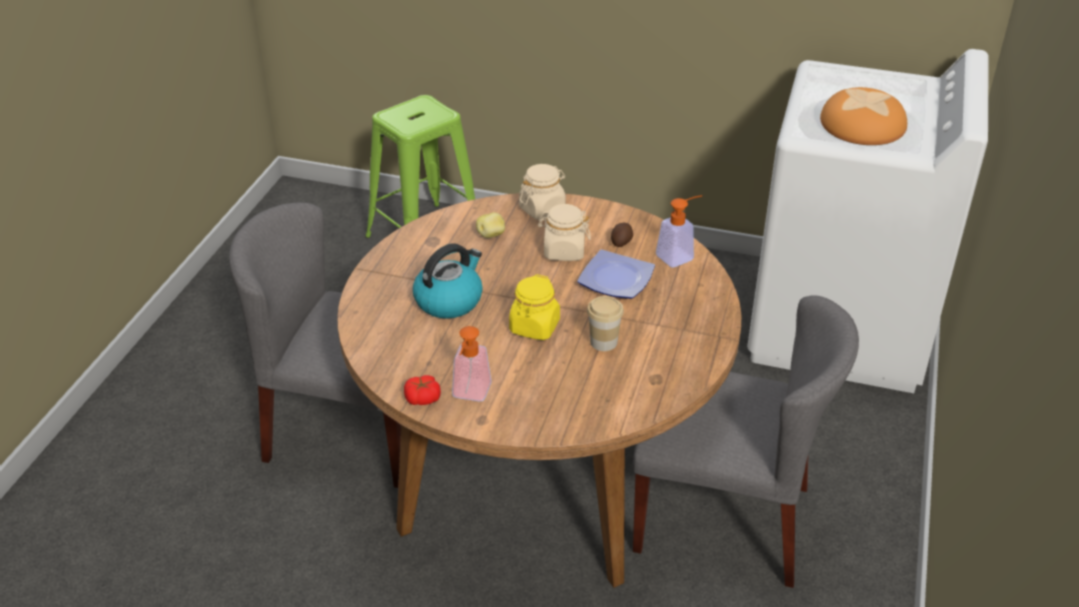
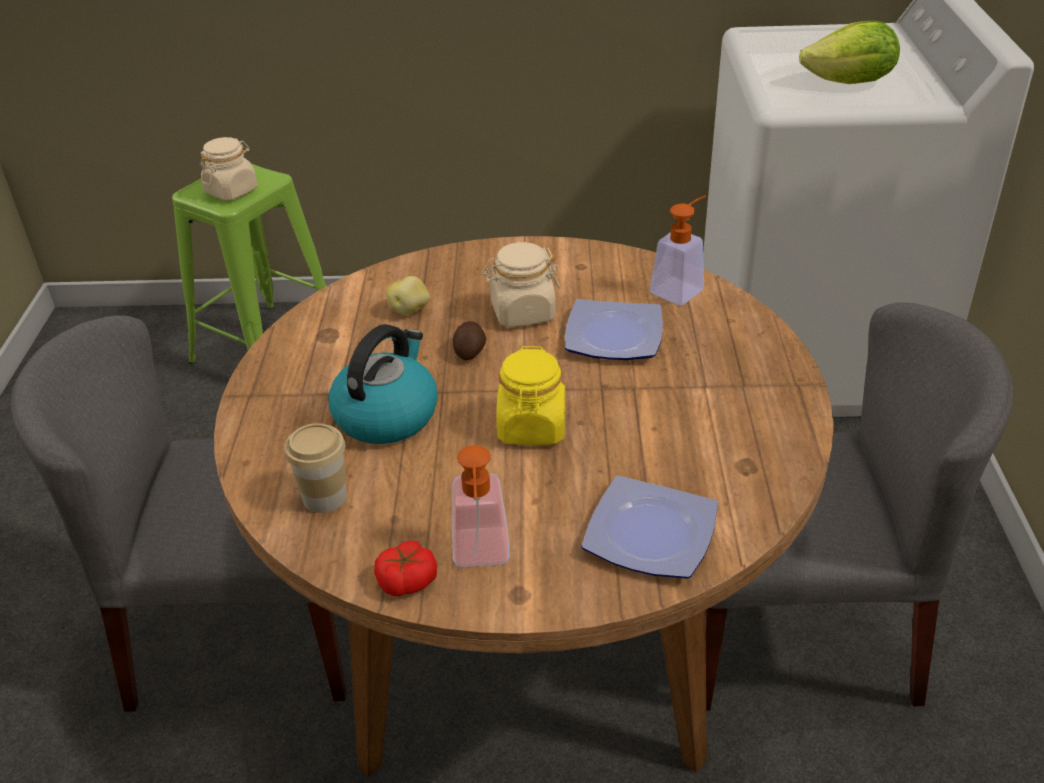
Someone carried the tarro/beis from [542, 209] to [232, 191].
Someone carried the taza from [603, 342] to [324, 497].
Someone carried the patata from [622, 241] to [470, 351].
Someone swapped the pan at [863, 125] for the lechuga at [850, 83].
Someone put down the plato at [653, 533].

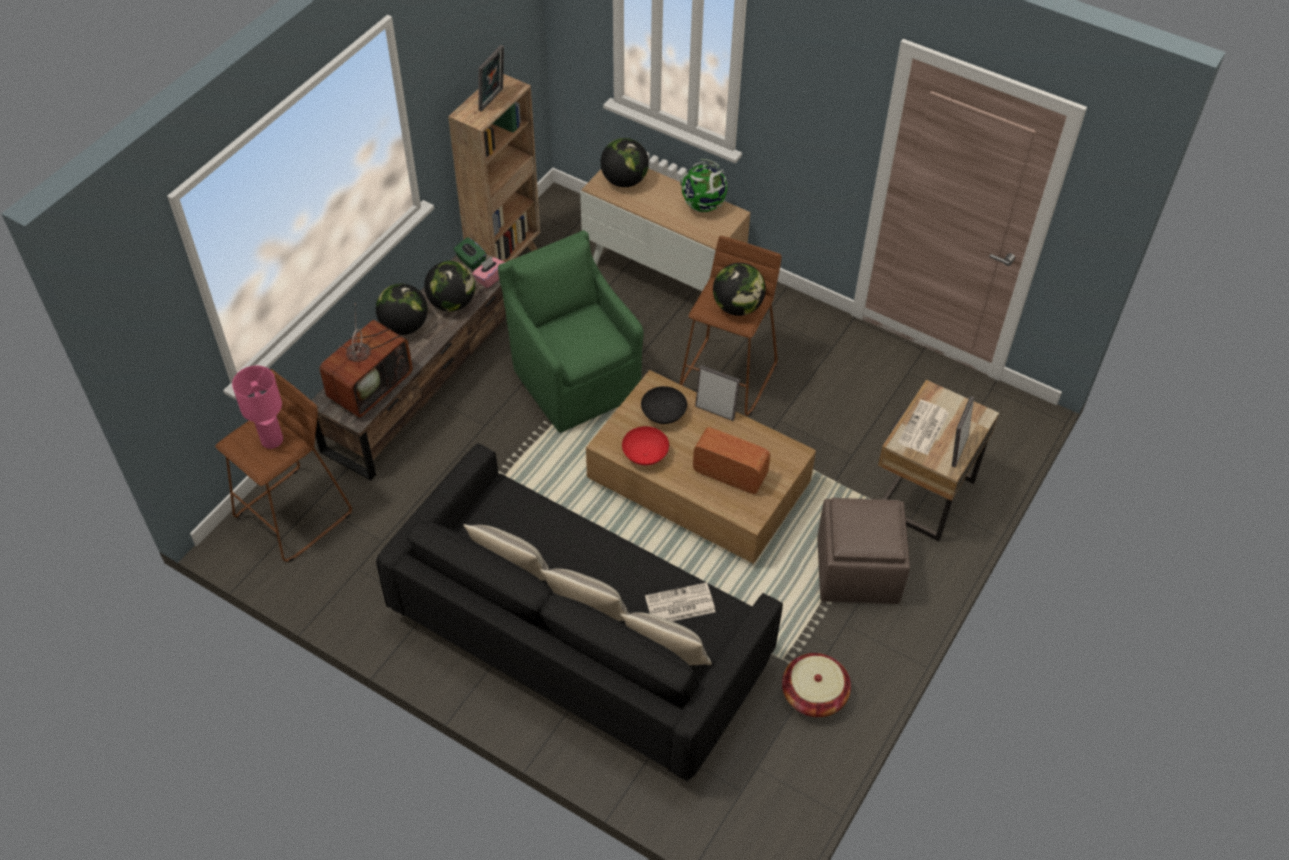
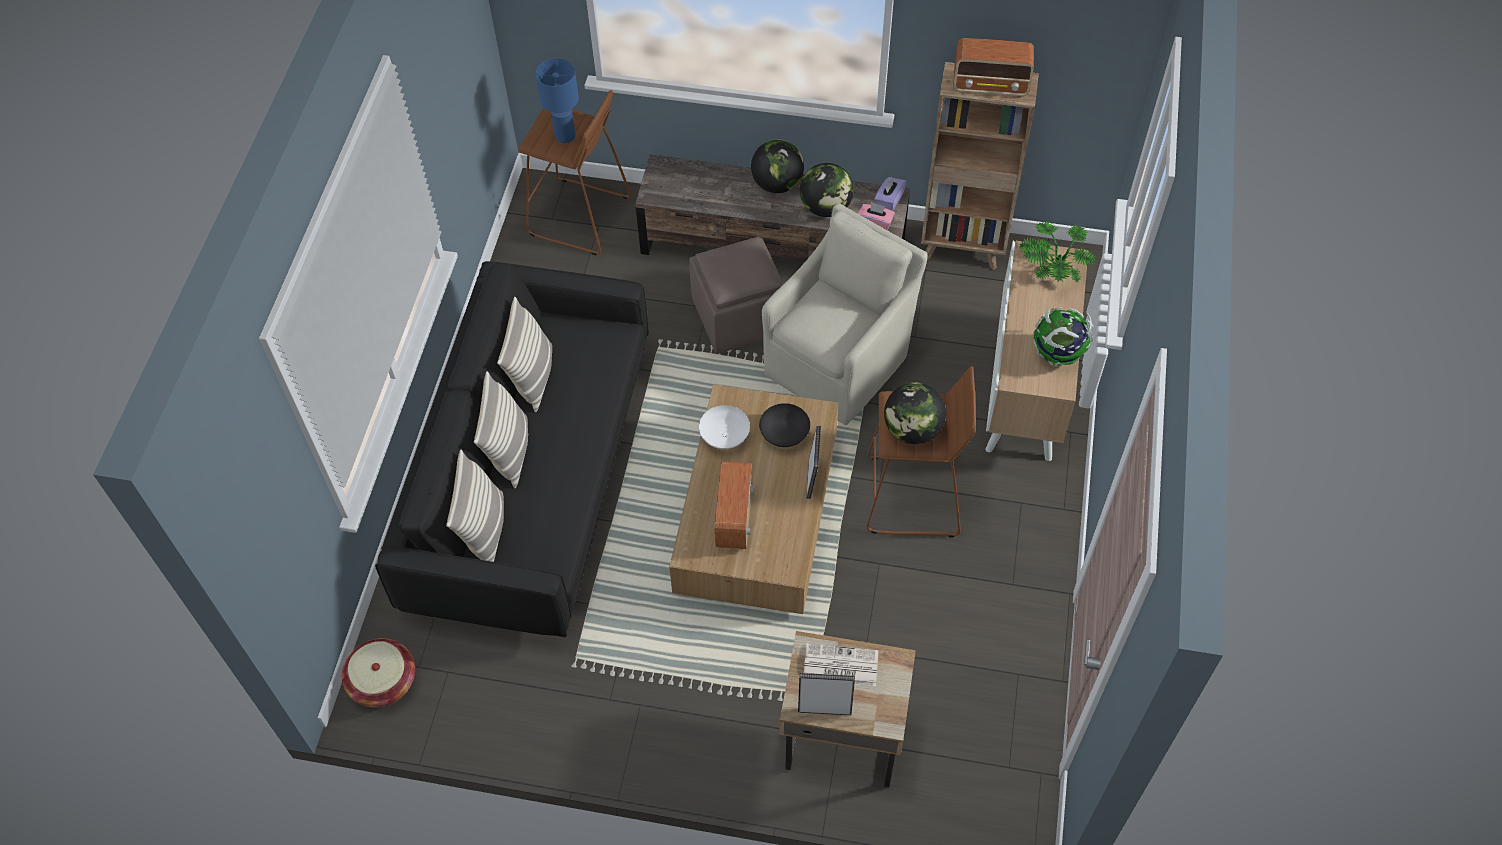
Someone repainted the lámpara de mesa/rosa at [272, 440], which became the lámpara de mesa/azul at [565, 135].
Someone took away the televisor at [370, 384].
Someone repainted the caja de pañuelos/verde at [470, 261], which became the caja de pañuelos/morado at [889, 200].
Someone swapped the portarretratos at [493, 100] for the radio at [991, 86].
Someone repainted the sillón/verde at [574, 379], which became the sillón/beis at [839, 363].
Someone swapped the globo terráqueo at [624, 180] for the planta en maceta at [1051, 272].
Someone repainted the cuenco/rojo at [645, 455], which became the cuenco/blanco at [724, 437].
Someone took away the periódico at [679, 605].
Someone carried the cesta from [814, 694] to [383, 681].
Someone carried the puf/marrón from [856, 570] to [740, 316].

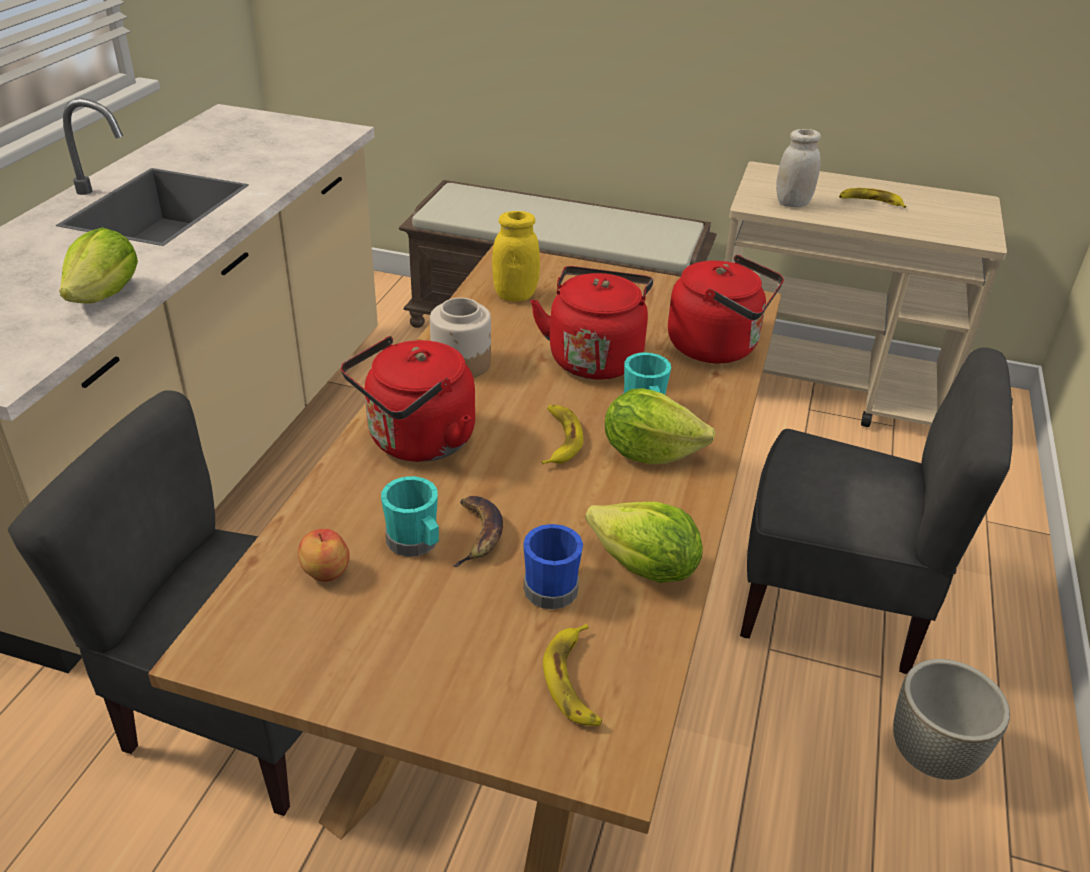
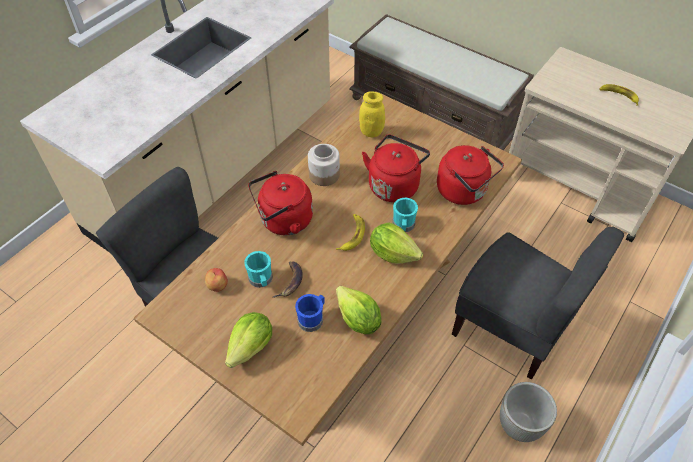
Someone carried the lechuga from [106, 295] to [251, 347].
Someone took away the plátano at [575, 681].
Someone took away the tarro/blanco at [792, 203].

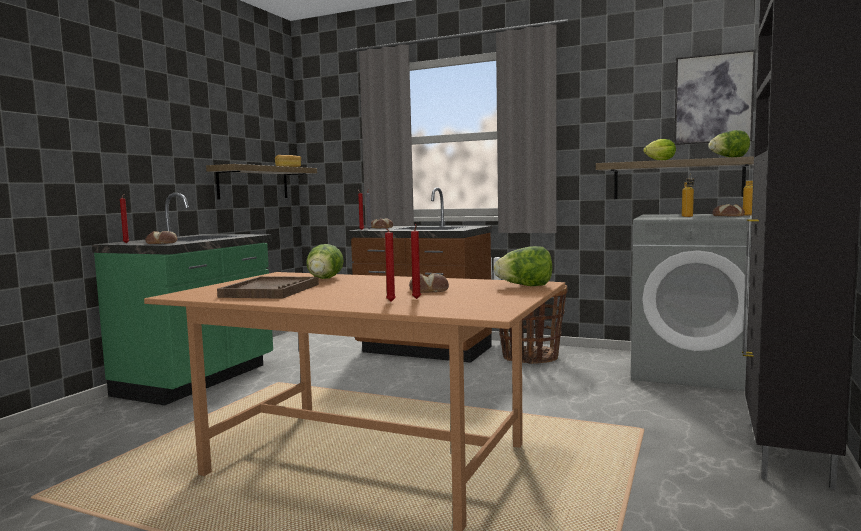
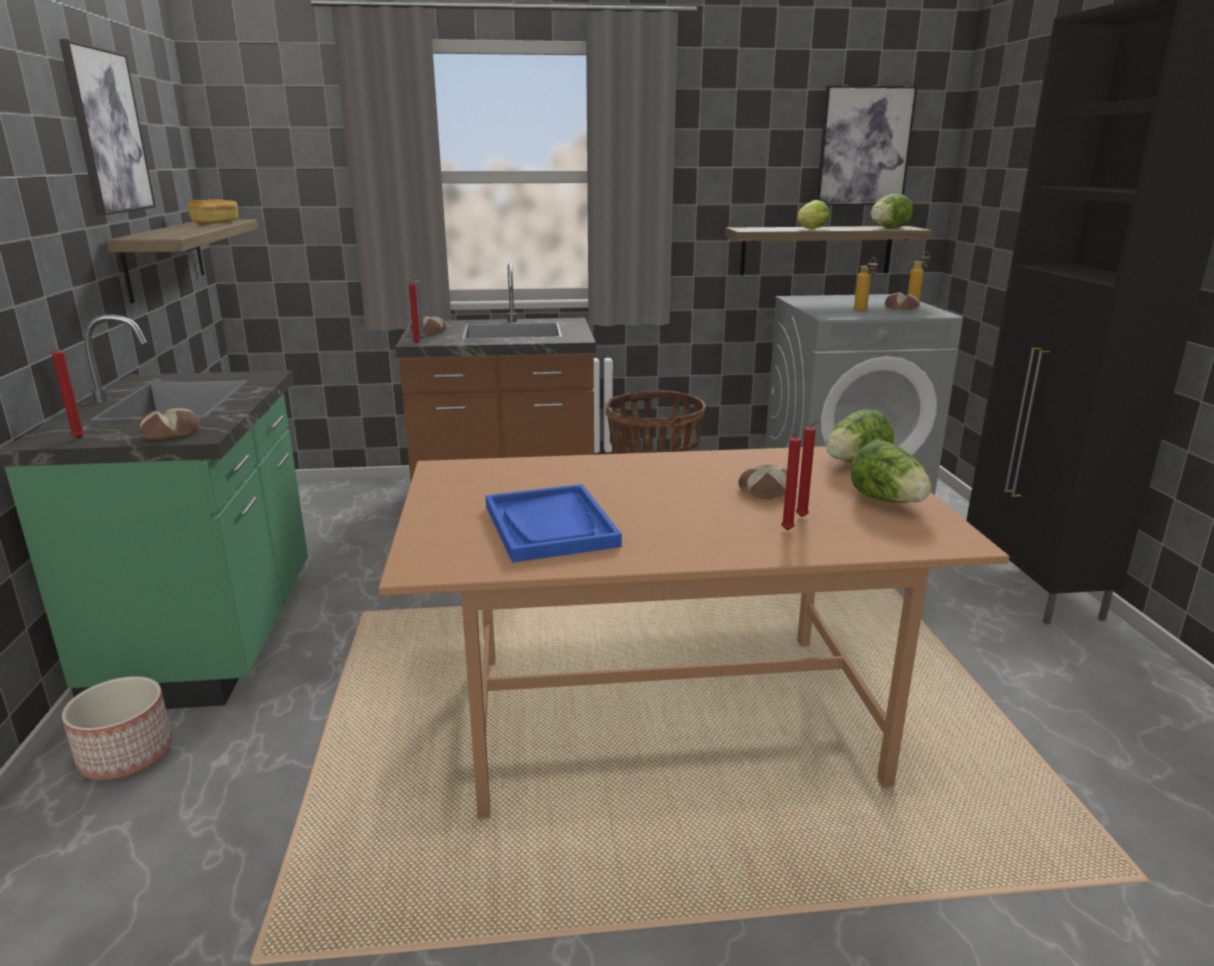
Someone repainted the bandeja/marrón at [271, 290], which became the bandeja/azul at [550, 526].
Someone carried the lechuga from [324, 279] to [887, 501].
Someone put up the cuadro at [108, 131].
Someone put down the maceta at [126, 755].

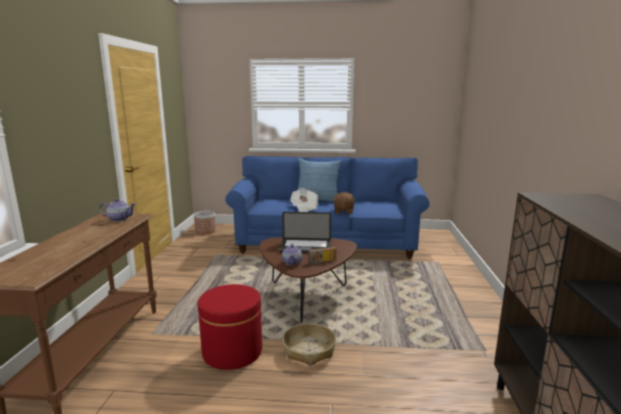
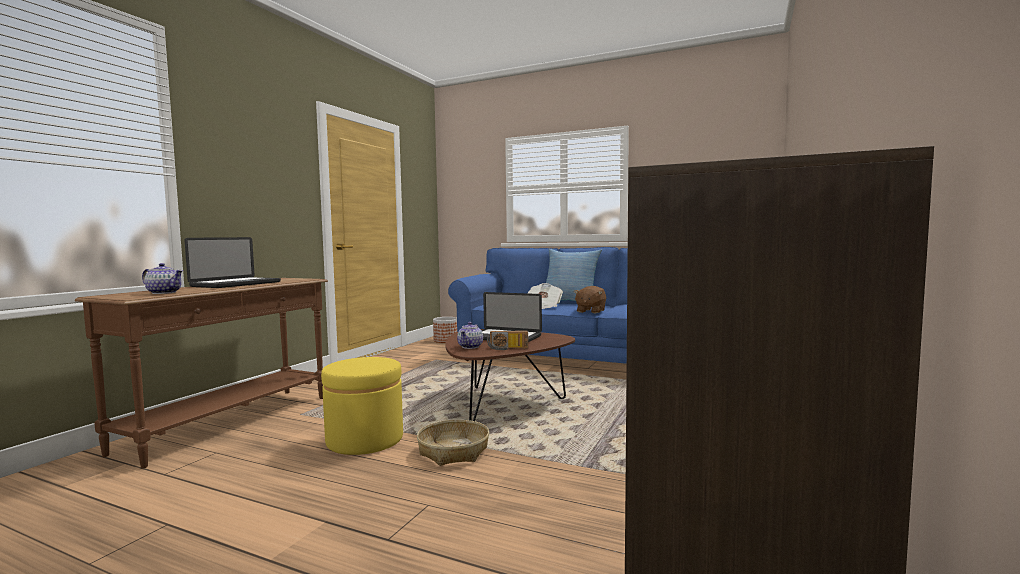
Someone carried the tetera from [119, 219] to [164, 292].
Someone repainted the puf/rojo at [232, 351], which became the puf/amarillo at [365, 440].
Someone put down the portátil at [236, 284].

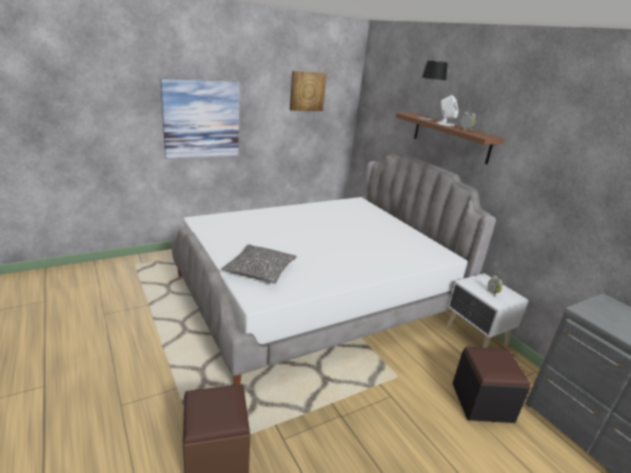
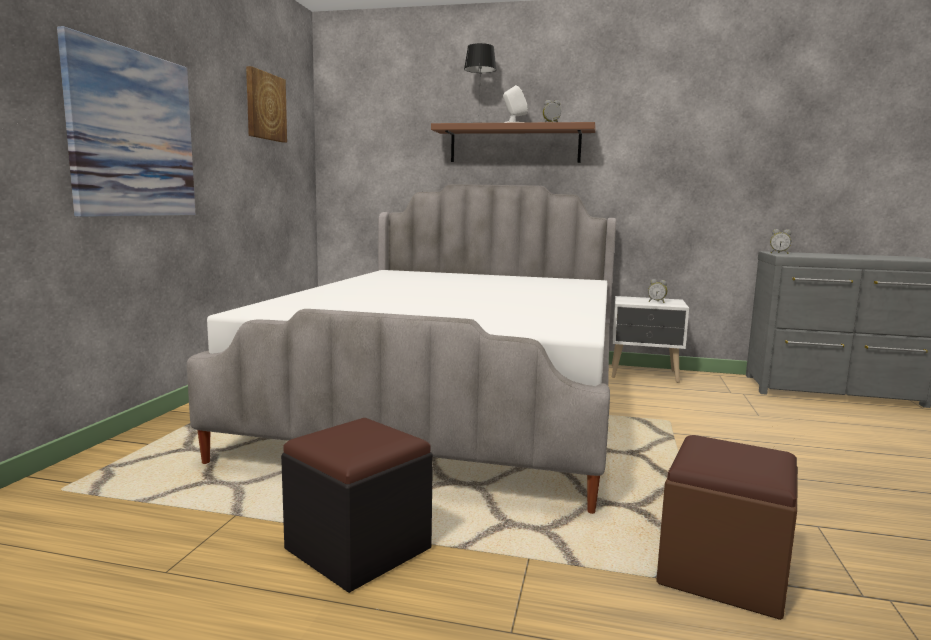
Someone took away the cojín at [260, 271].
Someone carried the puf/negro from [482, 402] to [358, 549].
Someone put down the despertador at [779, 253].

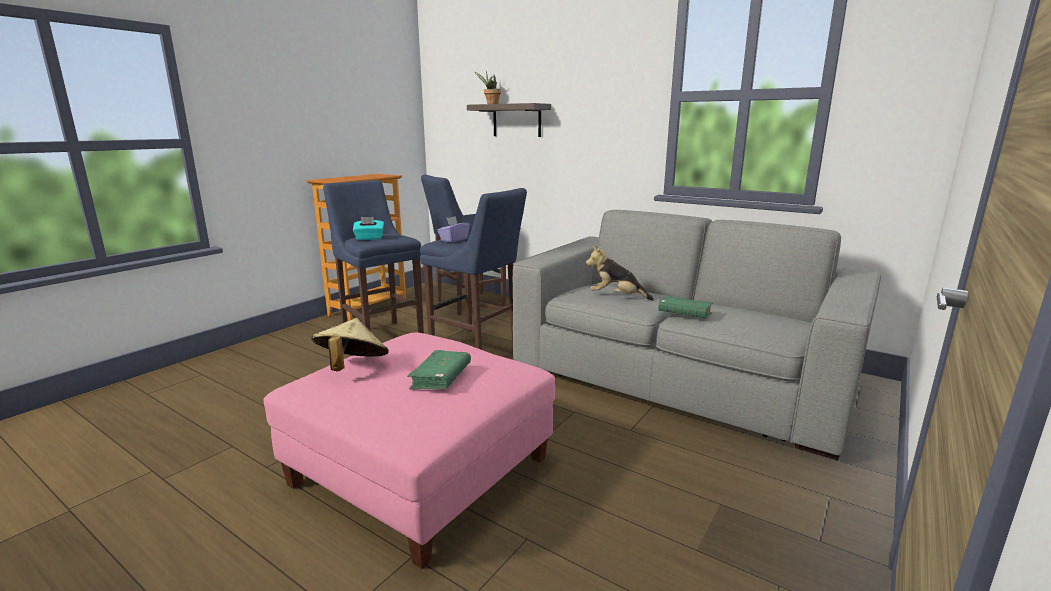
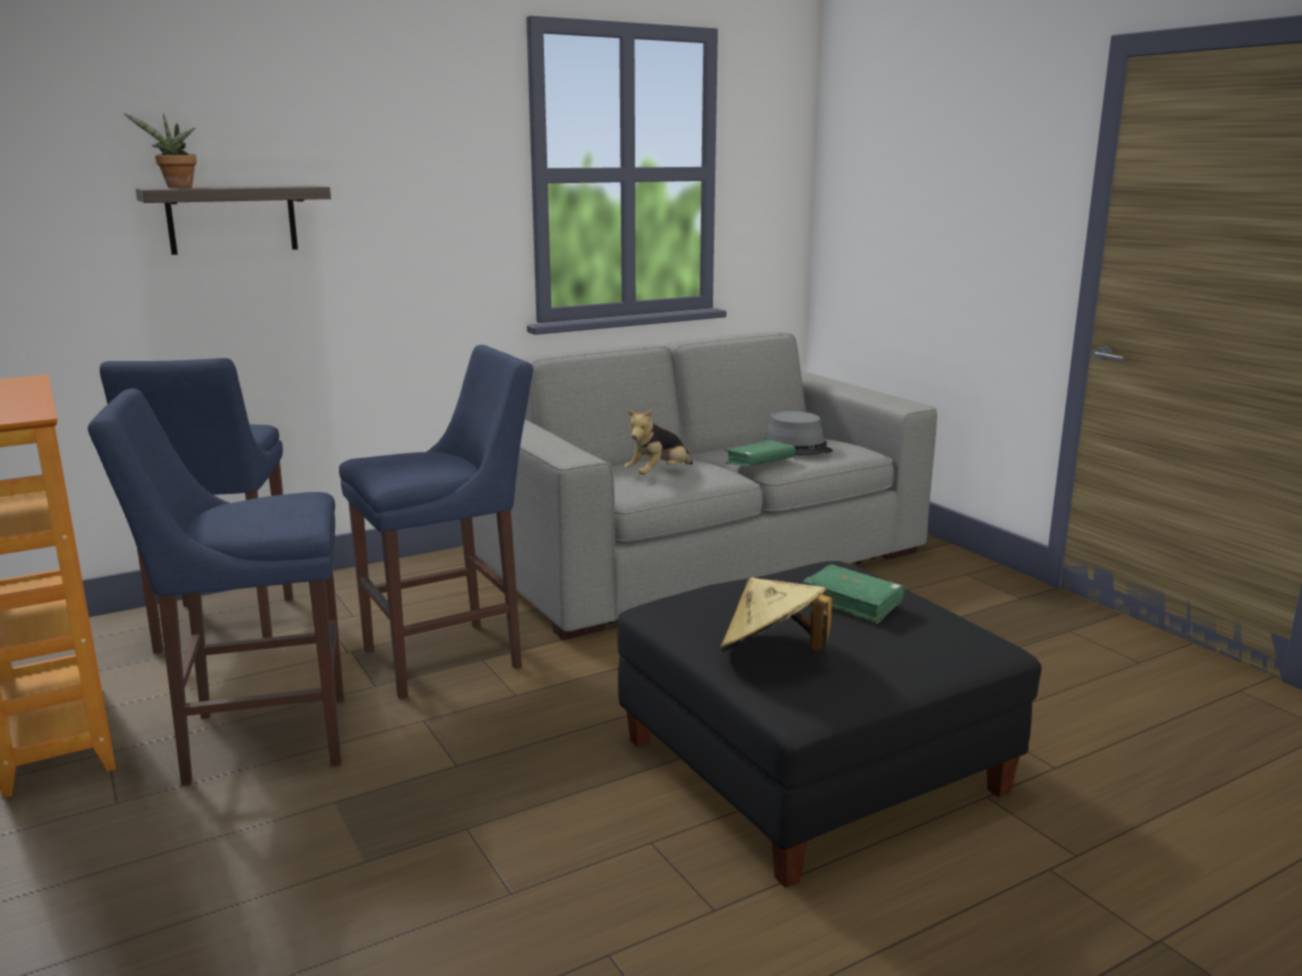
Someone repainted the puf/rosa at [419, 471], which became the puf/negro at [812, 767].
Someone took away the caja de pañuelos/turquesa at [369, 238].
Someone took away the caja de pañuelos/morado at [454, 240].
Someone put down the sombrero/gris at [798, 447].

